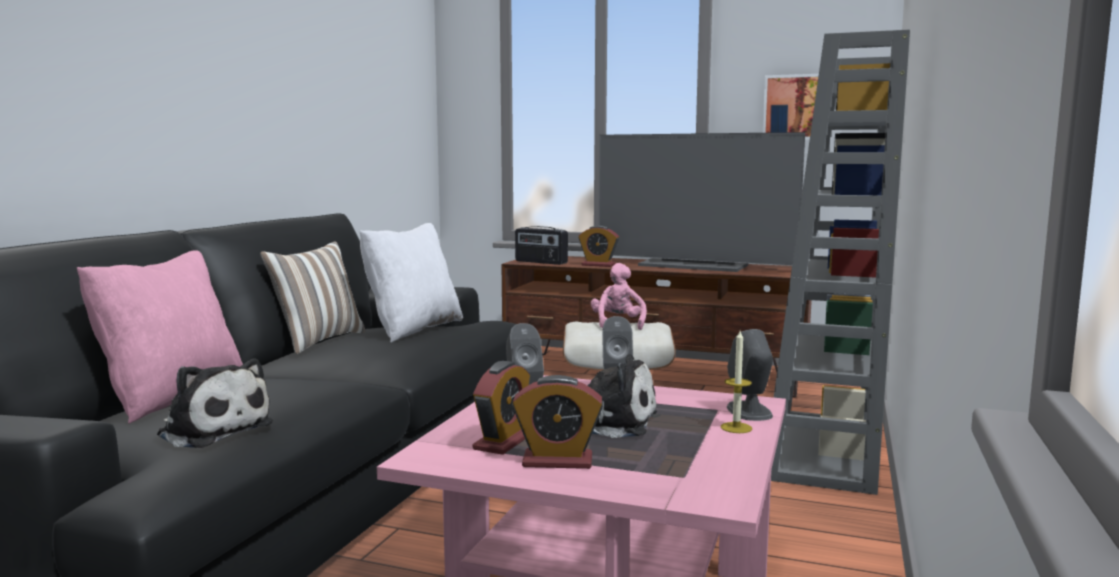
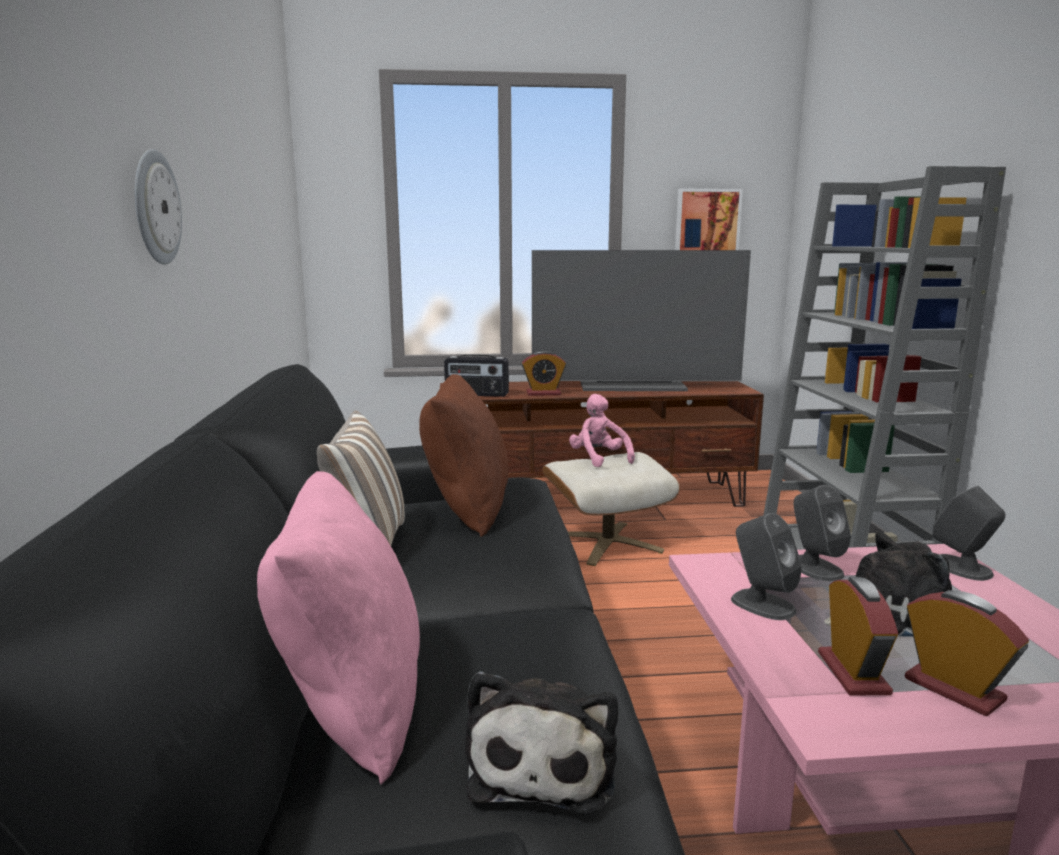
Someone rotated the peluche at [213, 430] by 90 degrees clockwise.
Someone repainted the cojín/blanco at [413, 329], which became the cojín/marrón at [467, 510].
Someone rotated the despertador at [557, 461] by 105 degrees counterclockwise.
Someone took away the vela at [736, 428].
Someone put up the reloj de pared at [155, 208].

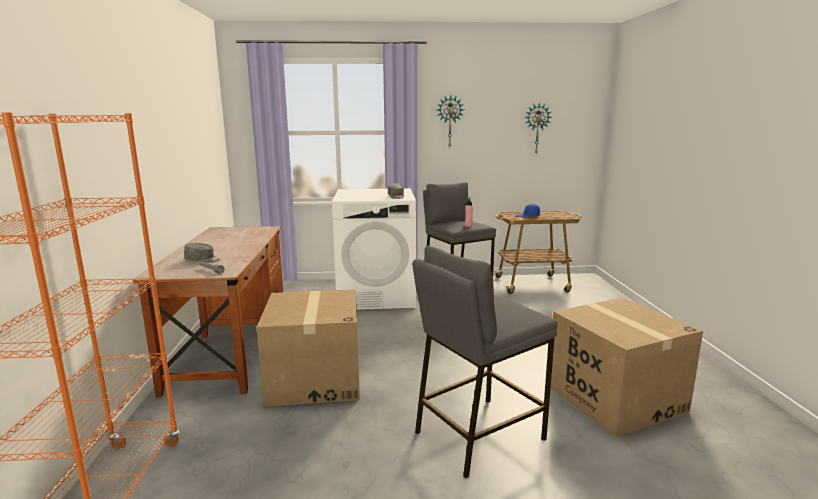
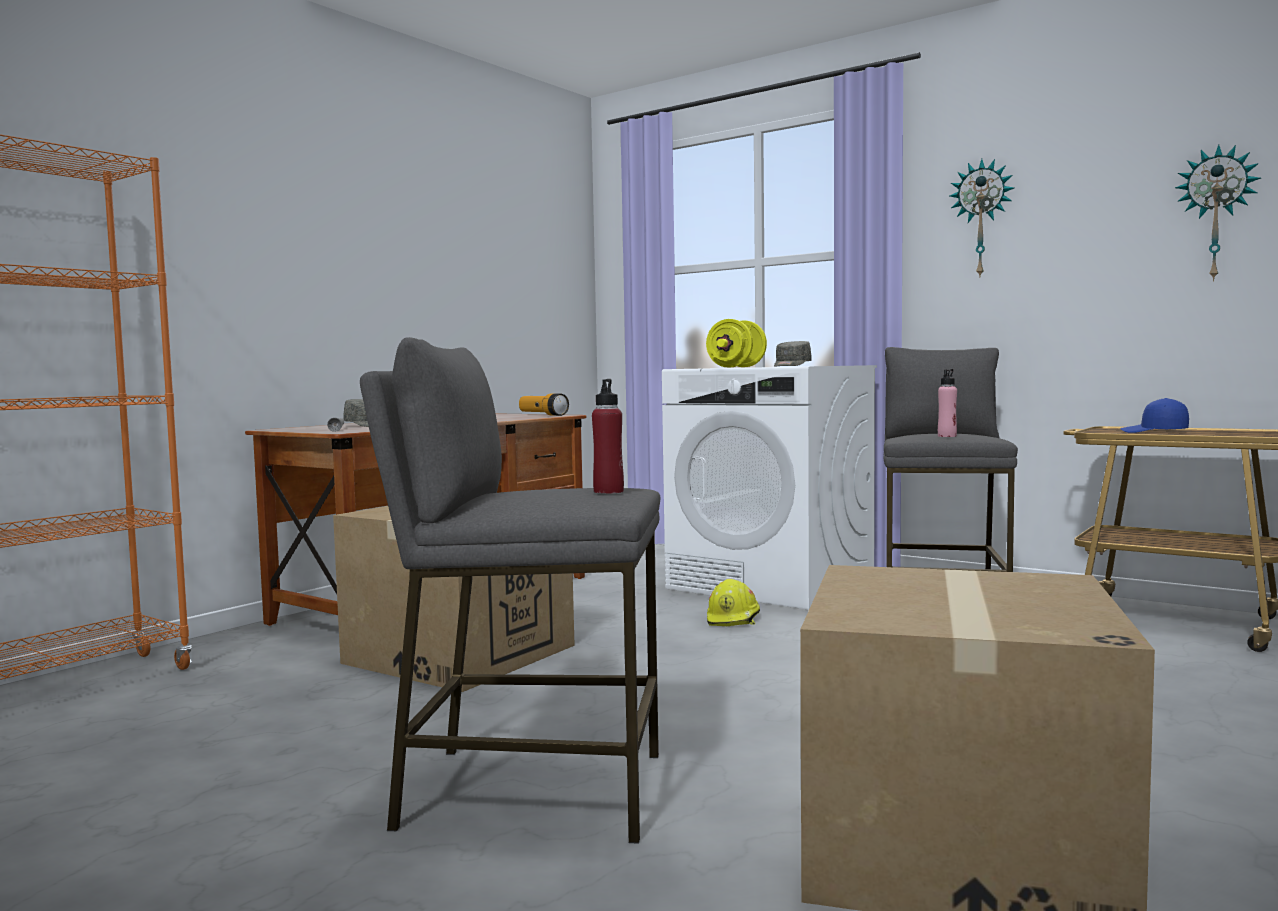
Someone put down the linterna at [543, 415].
Someone put down the botella/rojo at [608, 491].
Someone put down the mancuerna/amarillo at [737, 367].
Someone put down the casco/amarillo at [733, 619].

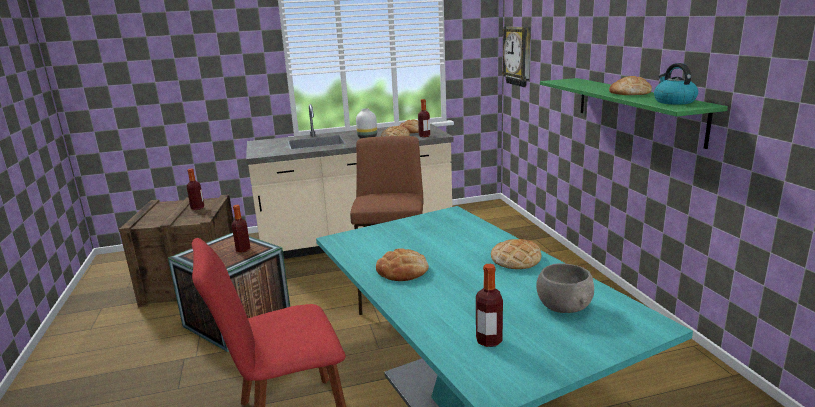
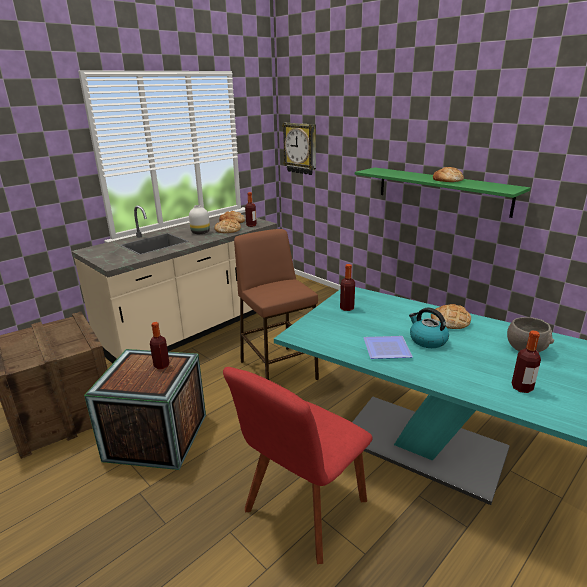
Someone carried the botella from [197, 208] to [347, 308].
Someone swapped the pan at [402, 271] for the plato at [388, 350].
Someone carried the hervidor from [673, 101] to [427, 340].

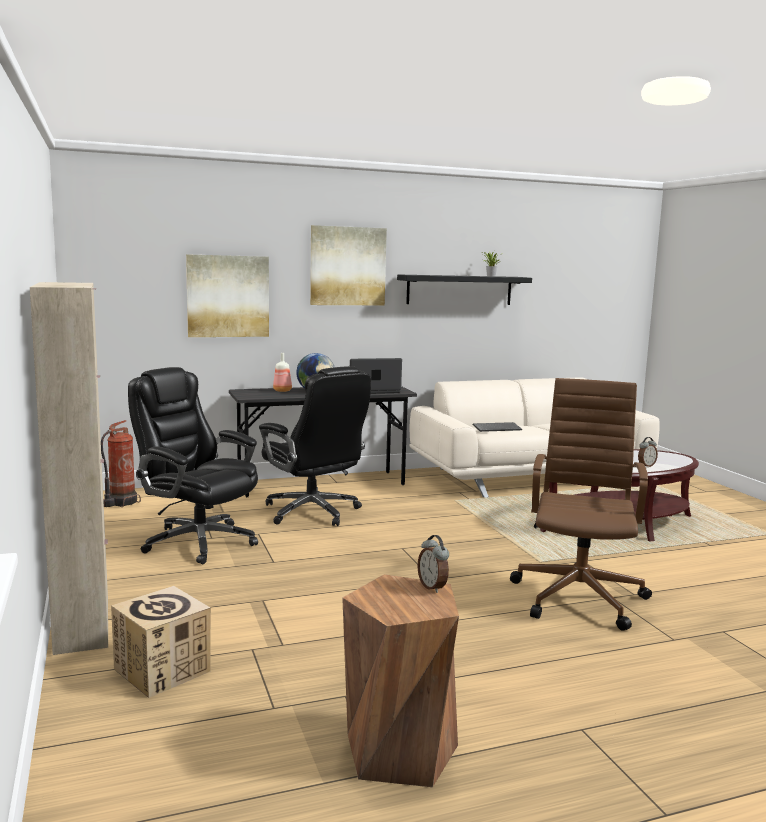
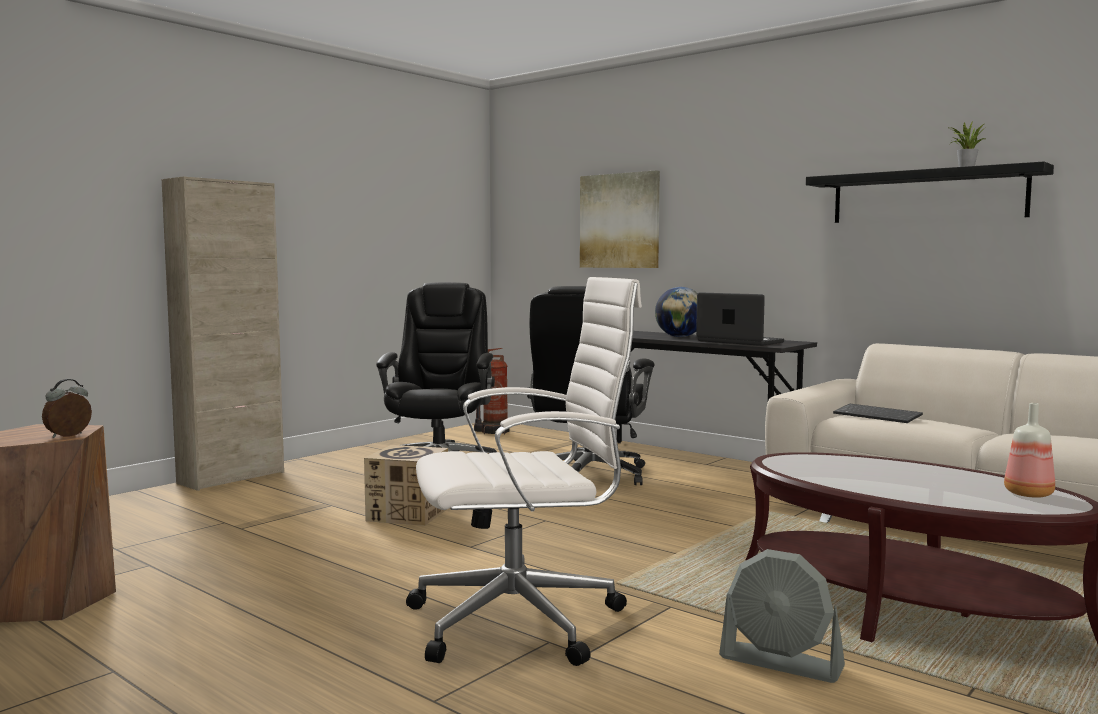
Someone carried the caja de cartón from [163, 670] to [408, 514].
Someone carried the botella from [283, 390] to [1030, 494].
Someone took away the cuadro at [347, 266].
Someone repainted the silla de oficina/marrón at [579, 596], which became the silla de oficina/blanco at [523, 621].
Someone took away the despertador at [646, 466].
Someone put down the ventilador/gris at [781, 663].

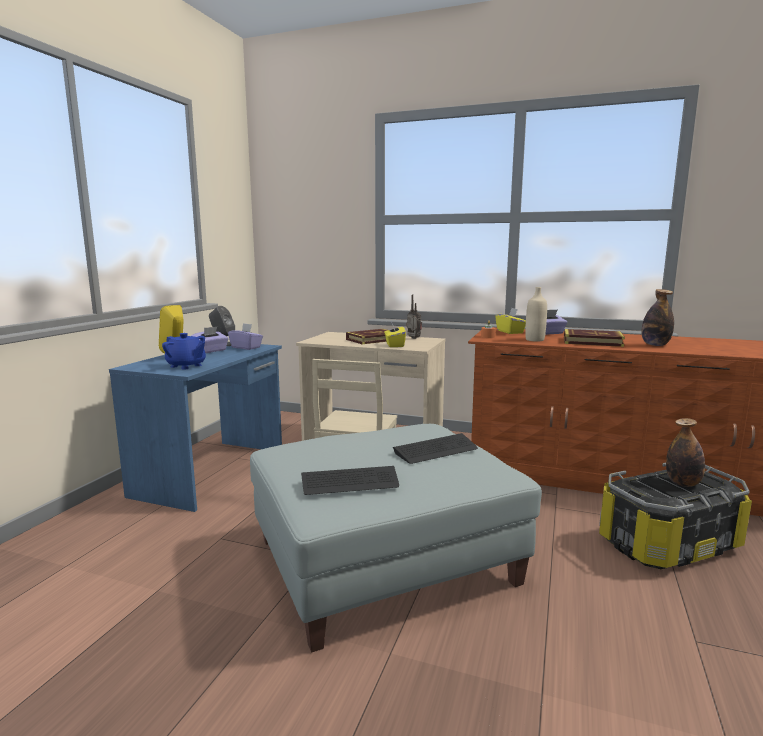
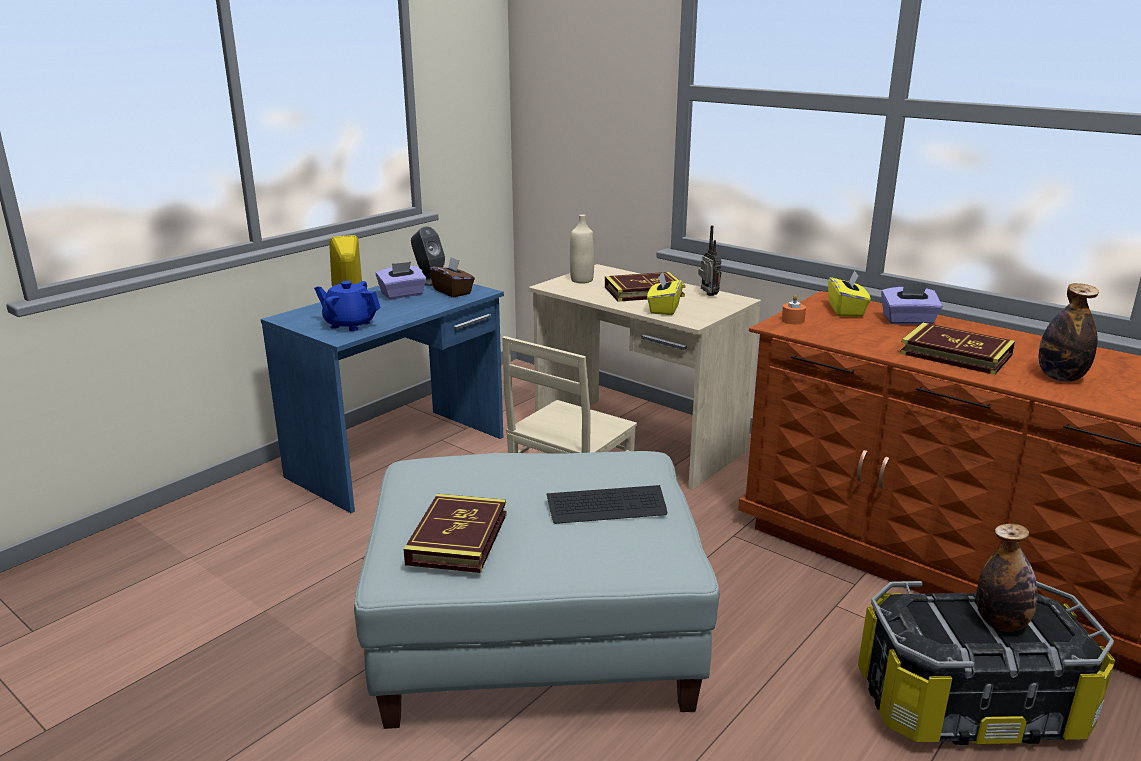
Someone rotated the tetera/azul at [186, 366] by 150 degrees clockwise.
Someone repainted the caja de pañuelos/morado at [246, 347], which became the caja de pañuelos/marrón at [453, 292].
Someone swapped the teclado at [350, 482] for the libro at [458, 538].
Someone carried the botella/beis from [534, 340] to [581, 280].

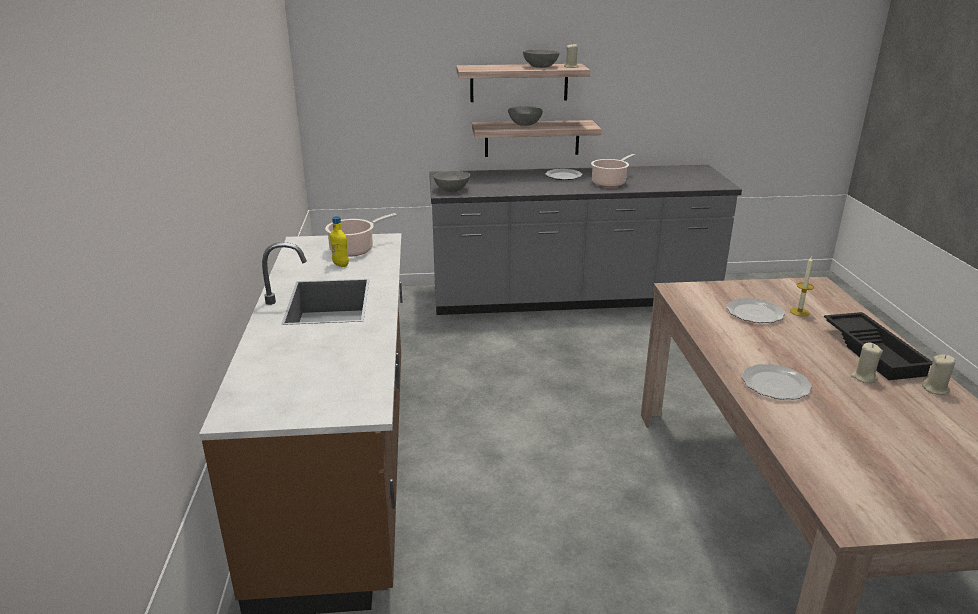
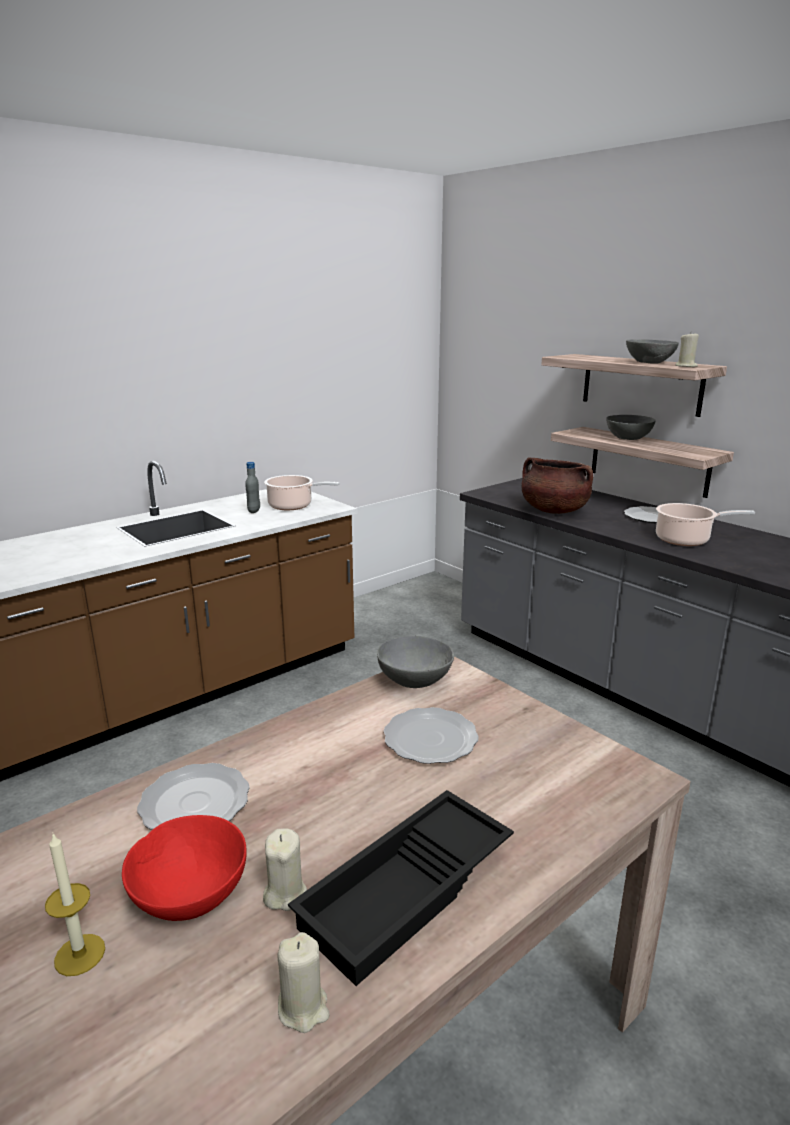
Someone repainted the botella/amarillo at [341, 264], which became the botella/gris at [254, 511].
Someone carried the cuenco/gris from [452, 190] to [415, 680].
Someone carried the vela from [799, 312] to [80, 954].
Someone put down the cuenco/rojo at [190, 895].
Someone put down the olla/marrón at [553, 510].

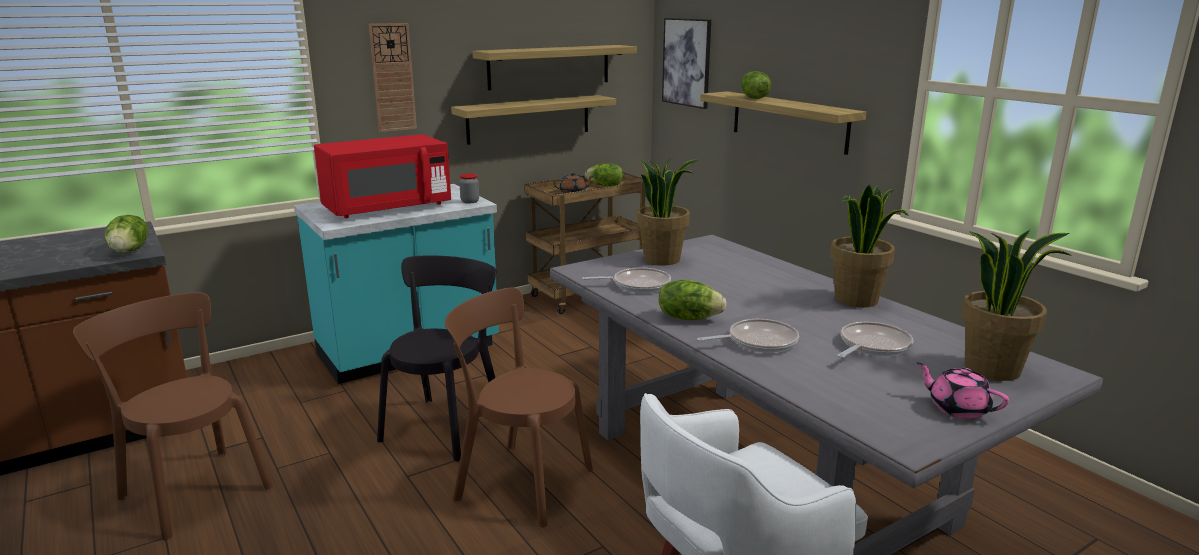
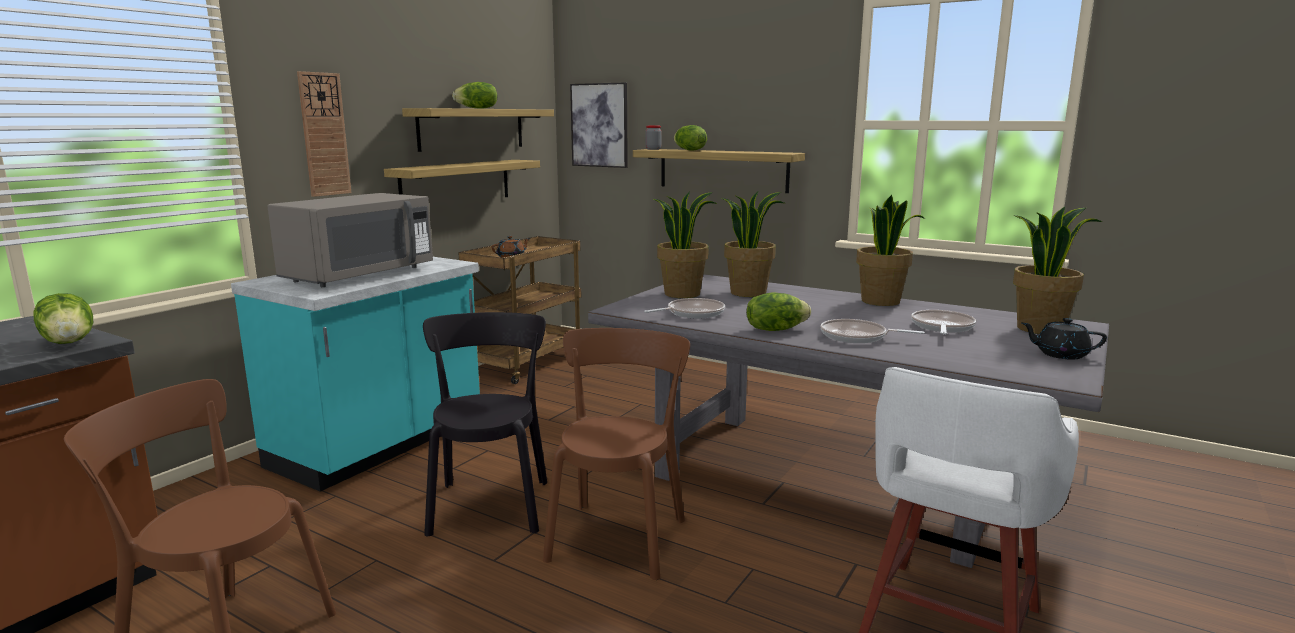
Someone repainted the microondas/rojo at [387, 208], which became the microondas/gris at [359, 275].
Someone rotated the silla/marrón at [519, 482] by 105 degrees clockwise.
Someone carried the tarro from [470, 201] to [653, 149].
Someone carried the lechuga from [605, 185] to [477, 108].
Someone rotated the sartén at [758, 342] by 120 degrees counterclockwise.
Someone repainted the tetera/rosa at [957, 408], which became the tetera/negro at [1060, 354].
Someone put down the planta en maceta at [748, 292].

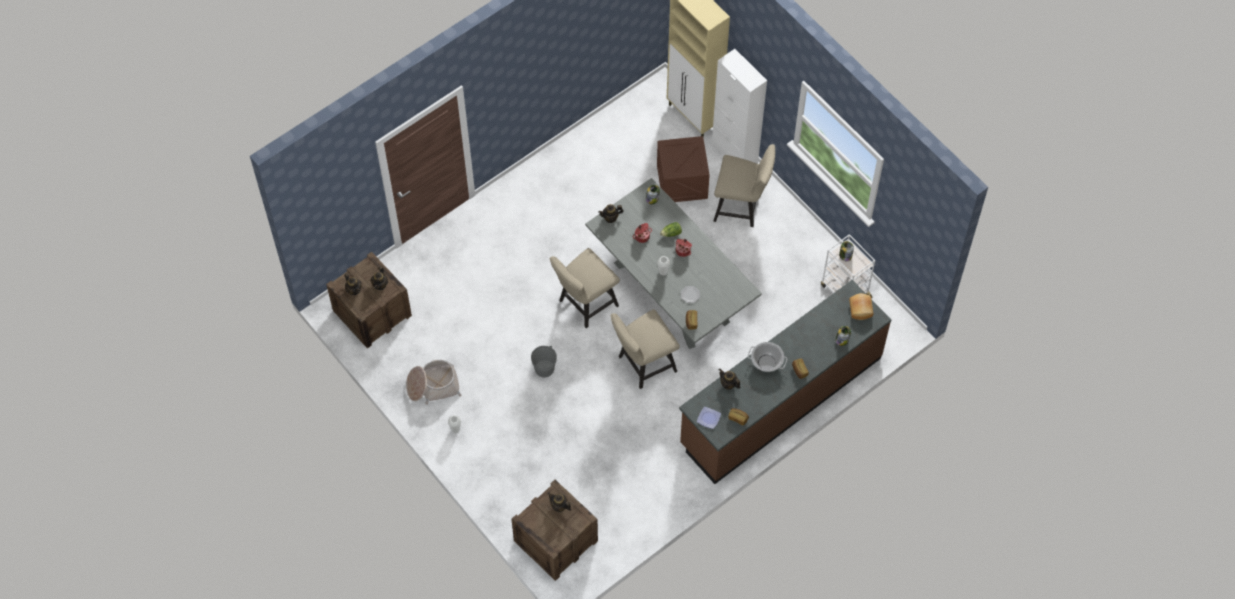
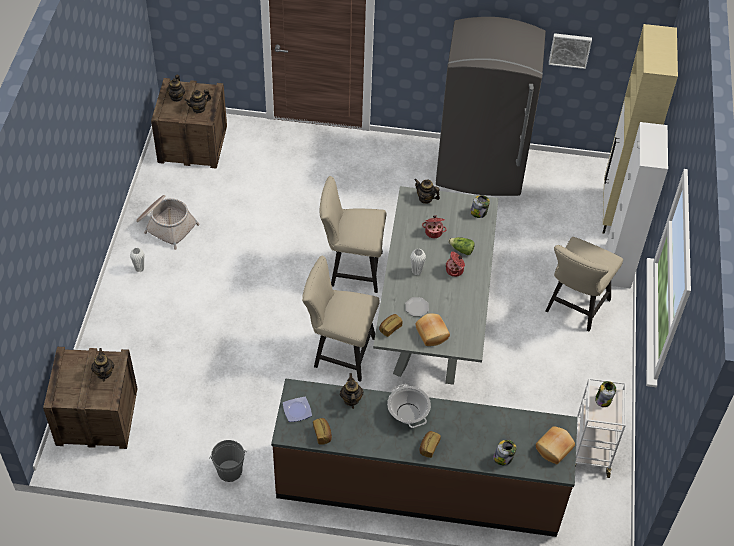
Someone carried the cubo/gris from [544, 369] to [229, 471].
Someone took away the caja de embalaje at [682, 181].
Someone rotated the silla/beis at [741, 207] by 60 degrees clockwise.
Someone put down the pan at [432, 333].
Someone put down the nevera/gris at [480, 169].
Someone put up the cuadro at [570, 49].

